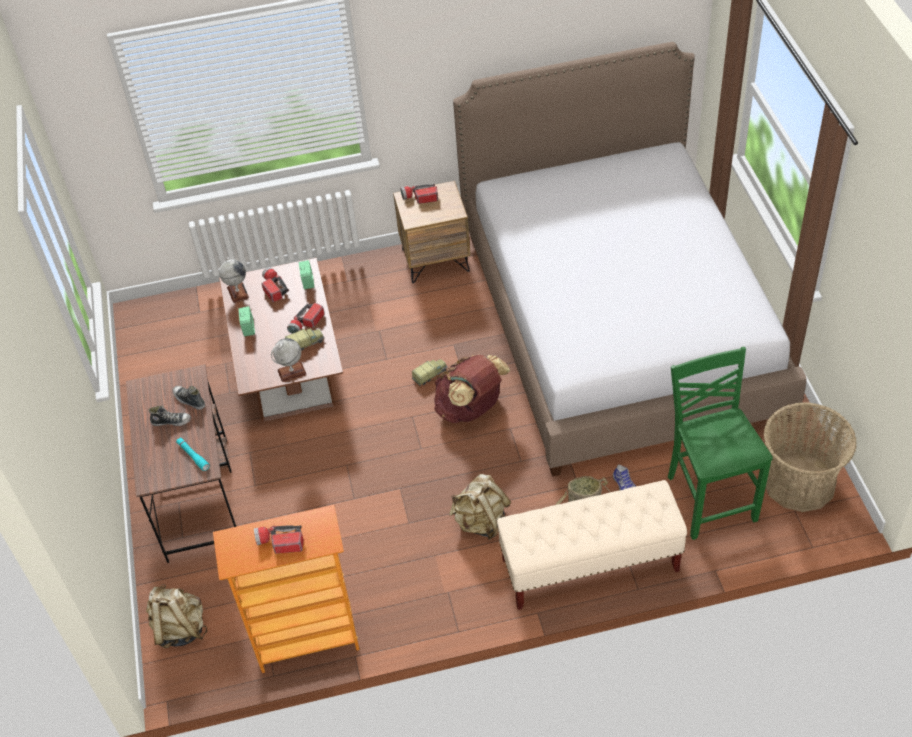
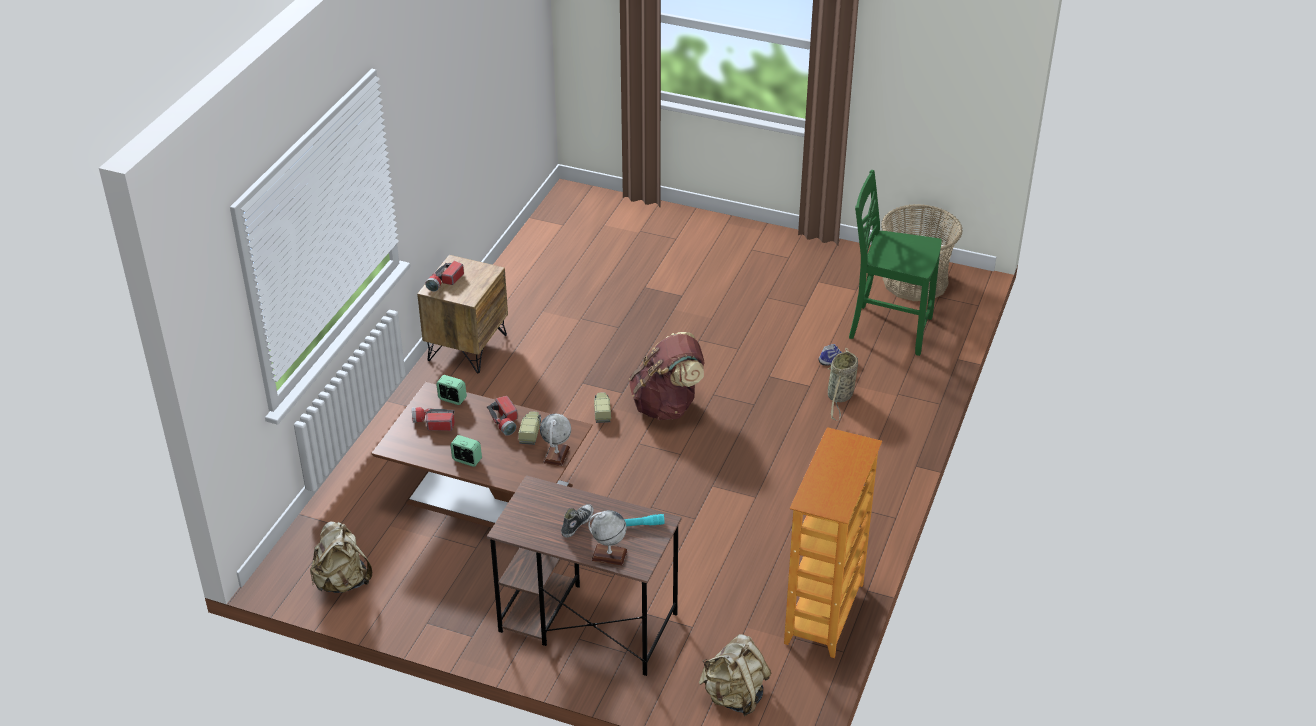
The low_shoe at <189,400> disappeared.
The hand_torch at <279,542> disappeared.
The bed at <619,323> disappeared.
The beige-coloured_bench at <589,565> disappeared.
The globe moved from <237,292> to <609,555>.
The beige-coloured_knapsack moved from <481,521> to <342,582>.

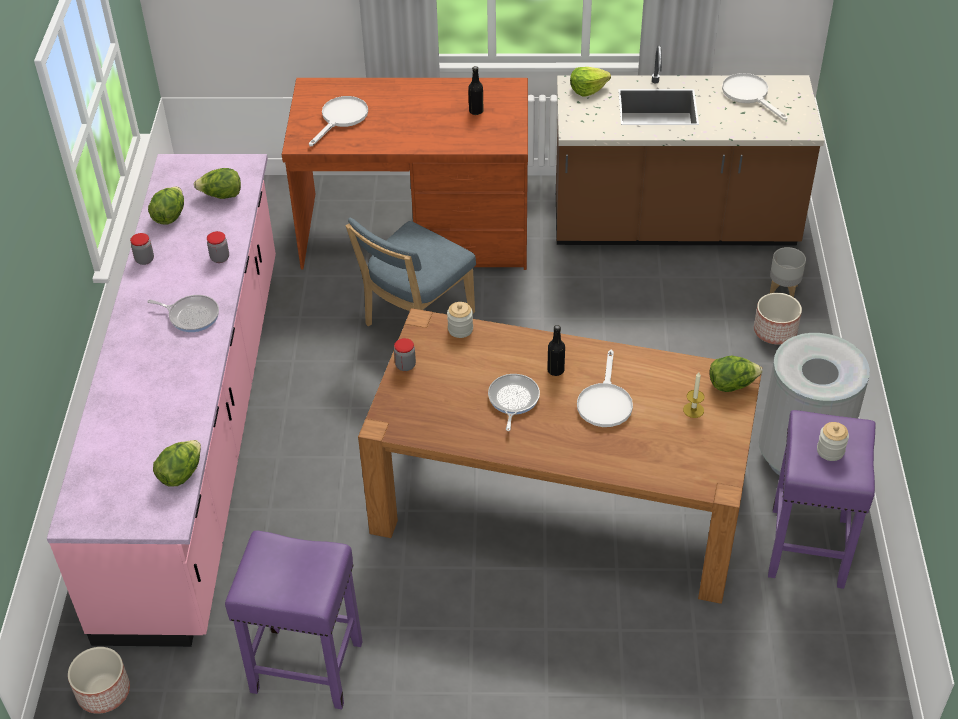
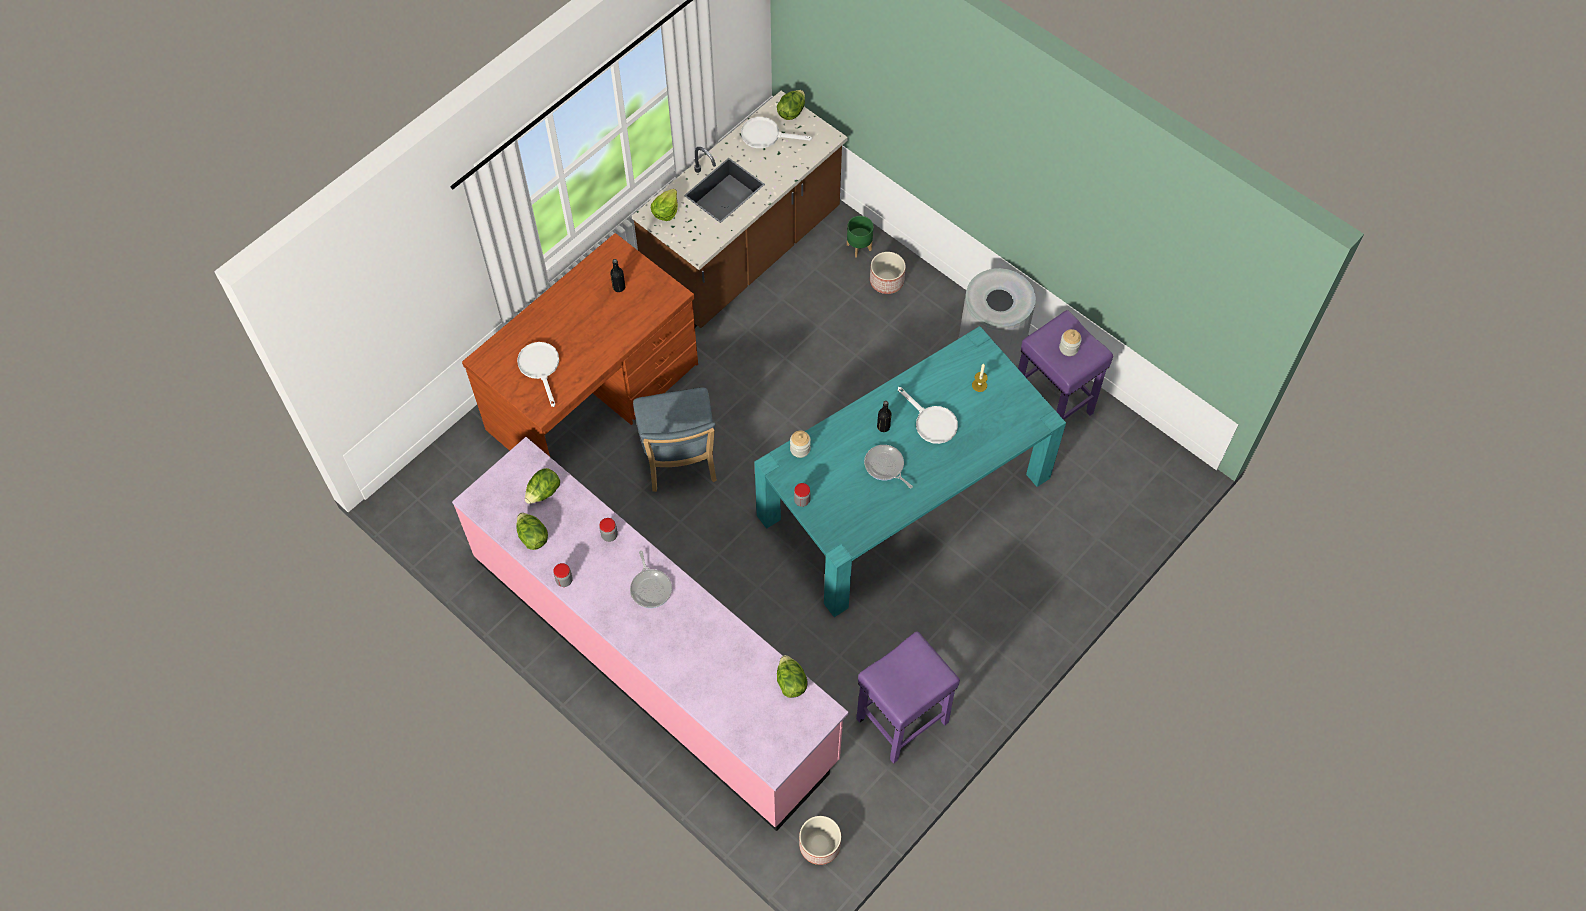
The lettuce moved from <732,385> to <791,112>.
The brownish_dining_table at <560,499> became the blue-green_dining_table at <904,497>.
The gray_flower_pot at <782,290> became the green_flower_pot at <858,247>.
The skillet at <191,315> turned 105 degrees clockwise.

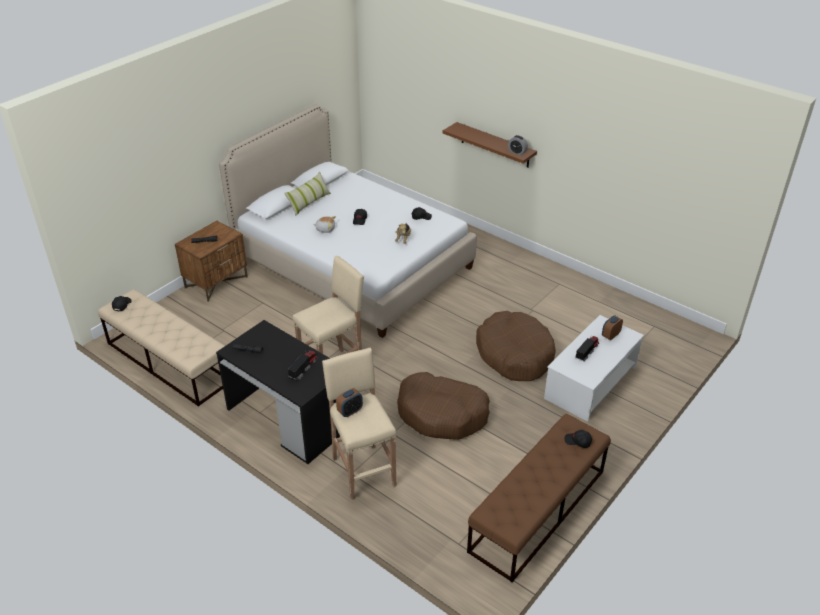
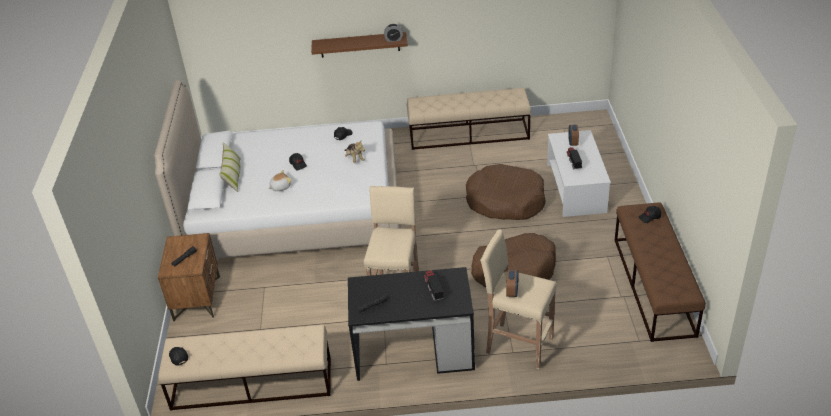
The beige-coloured_bench at <469,134> appeared.

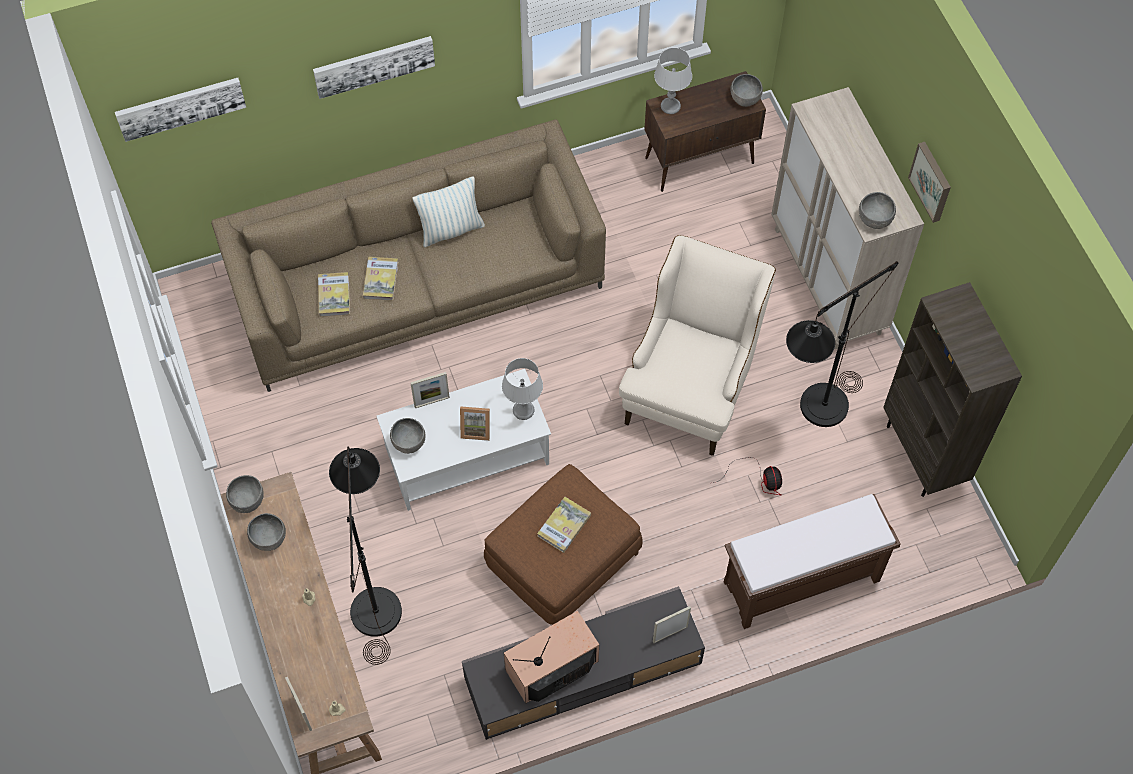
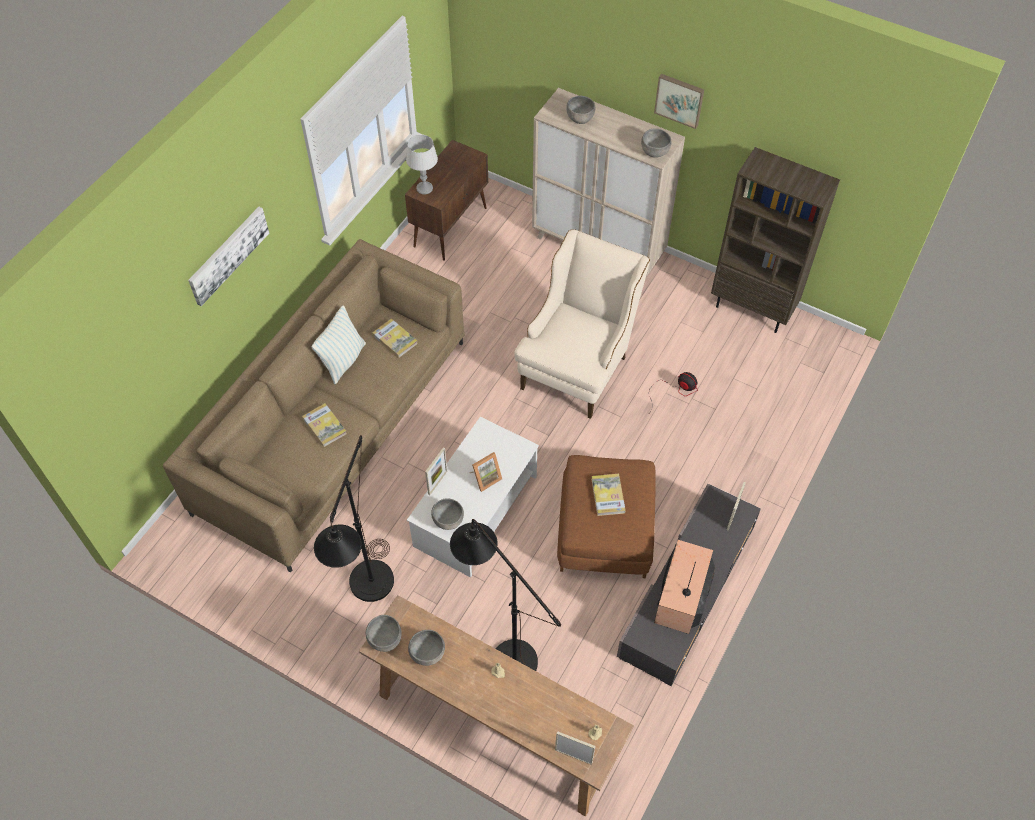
The wall_art at <180,107> disappeared.
The gray_tabletop_lamp at <523,410> disappeared.
The brownish_bench at <800,582> disappeared.
The book moved from <334,295> to <395,339>.
The gray_serving_bowl moved from <745,100> to <580,119>.
The black-coloured_floor_lamp moved from <814,414> to <369,593>.
The beige-coloured_lounge_chair at <691,386> turned 45 degrees clockwise.

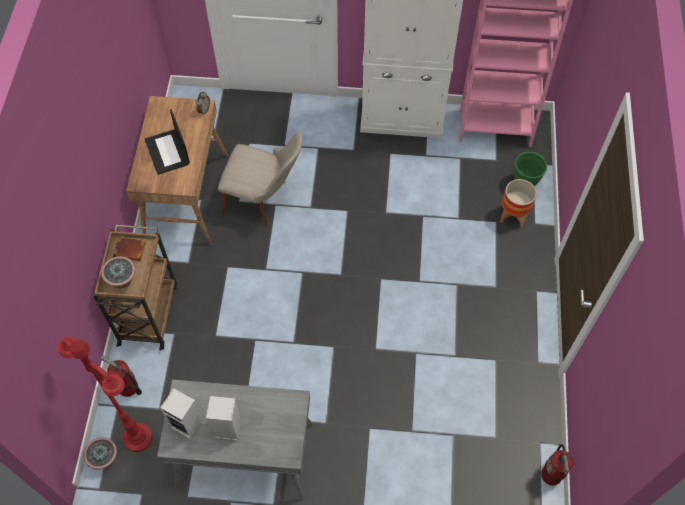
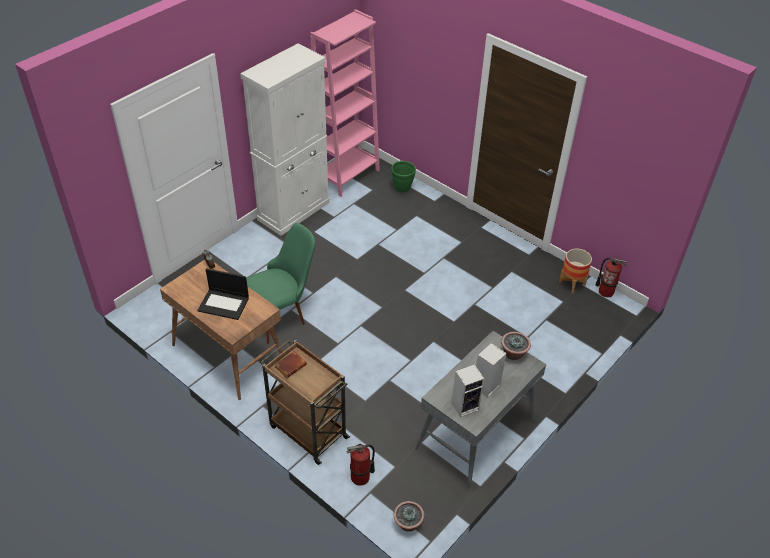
The reddish_floor_lamp at <137,437> disappeared.
The houseplant moved from <122,280> to <513,354>.
The flower_pot moved from <513,215> to <572,283>.
The beige-coloured_plain_chair at <265,201> became the green_plain_chair at <282,313>.

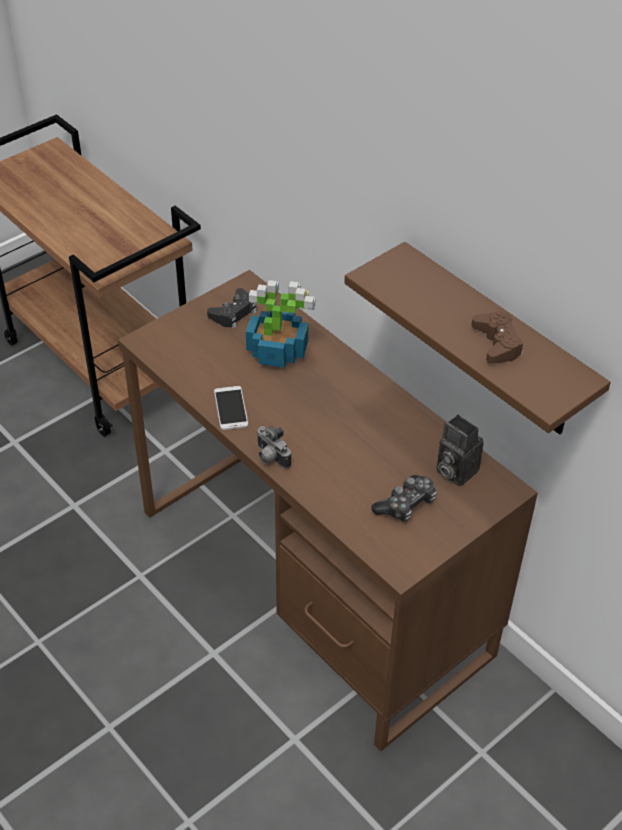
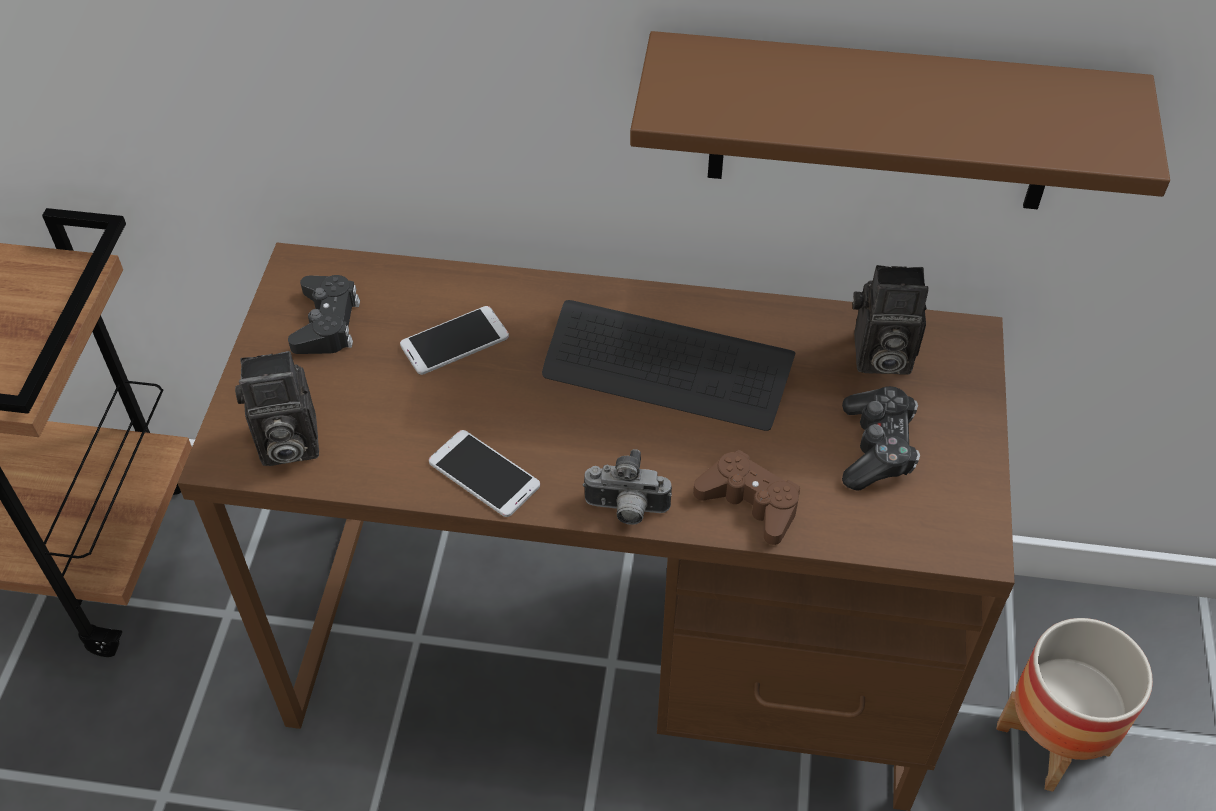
The photo_camera at <285,445> appeared.
The computer_keyboard at <666,368> appeared.
The flower_pot at <1053,739> appeared.
The brownish_gamepad moved from <497,343> to <750,503>.
The houseplant at <276,351> was replaced by the phone at <454,341>.

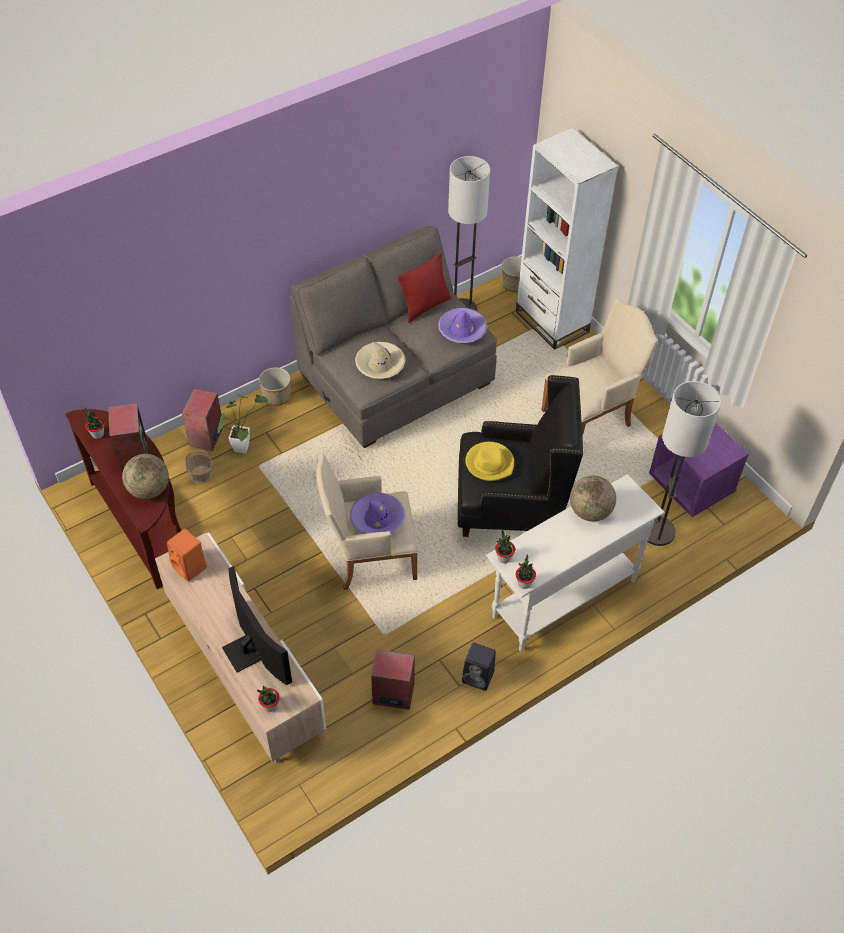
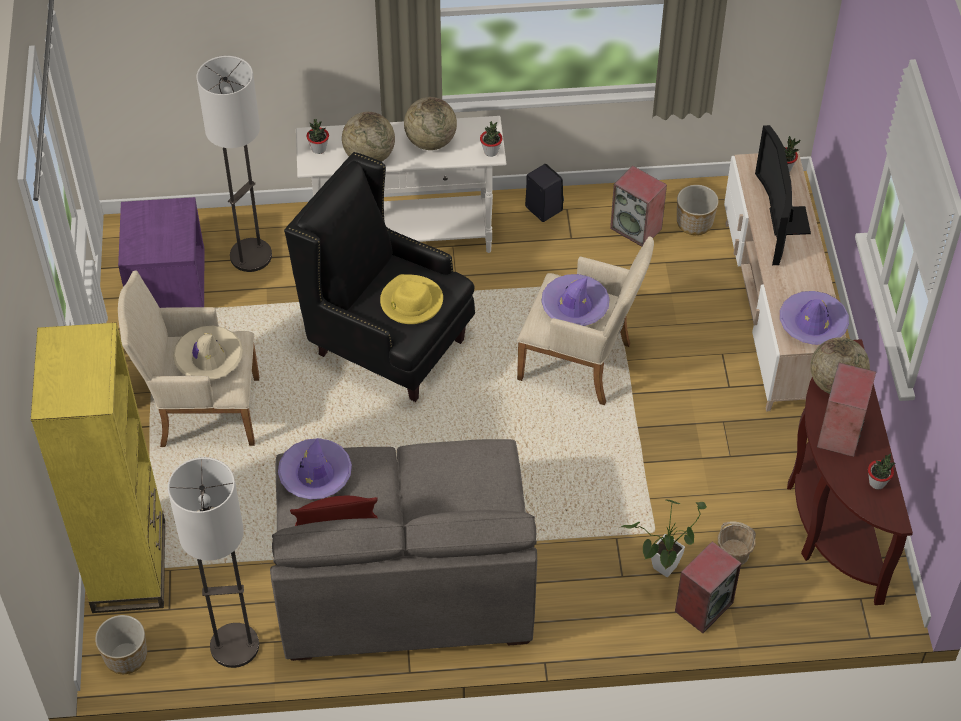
The globe at <430,142> appeared.
The flower_pot moved from <276,396> to <694,223>.
The beige-coloured_wearable_hat moved from <380,364> to <208,358>.
The houseplant moved from <524,583> to <319,149>.
The orange-coloured_loudspeaker at <190,567> was replaced by the purple-coloured_wearable_hat at <812,323>.
The white_shelving_unit at <552,322> became the yellowish_shelving_unit at <130,566>.

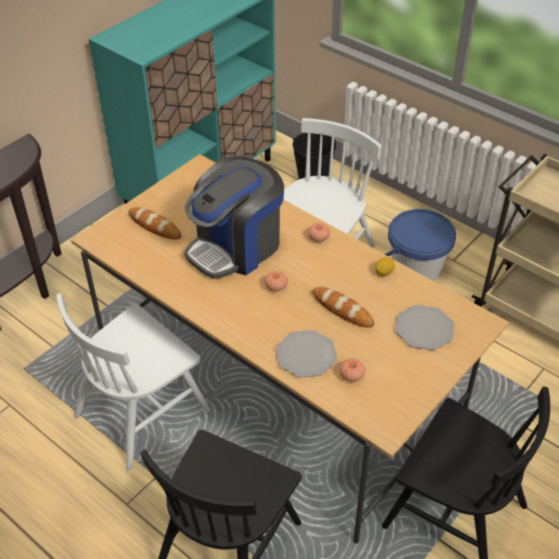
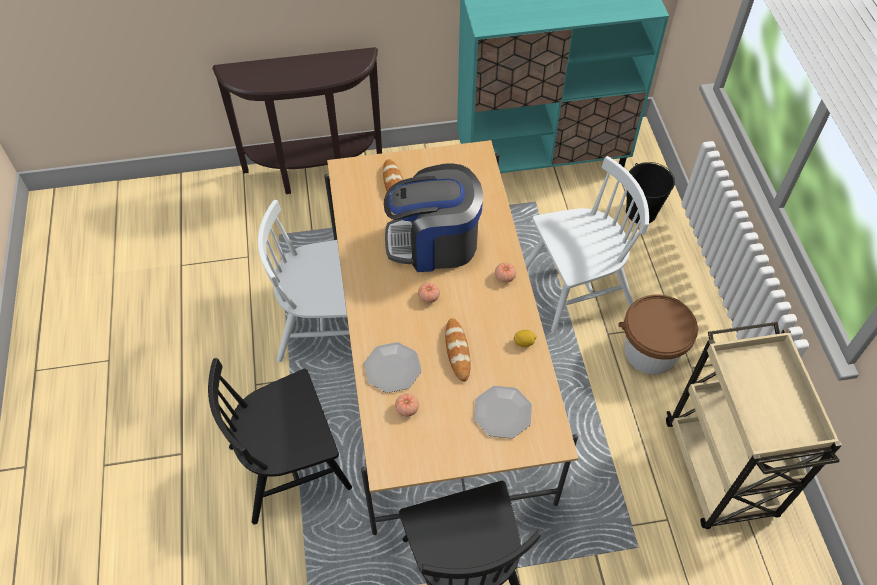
The blue-coloured_pail at <416,267> became the brownish_pail at <650,351>.

